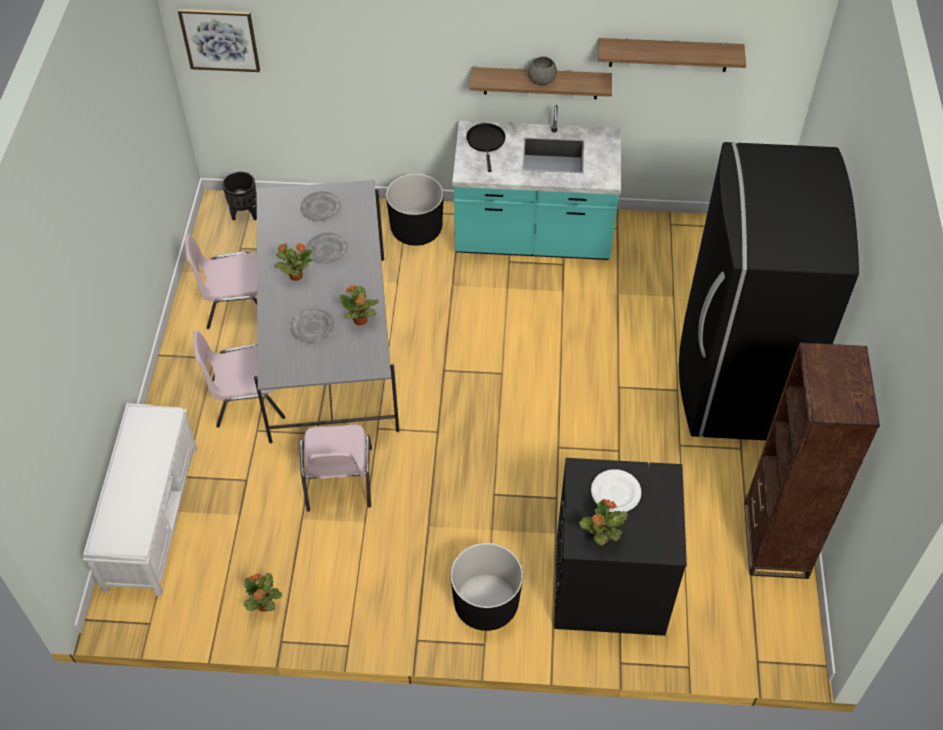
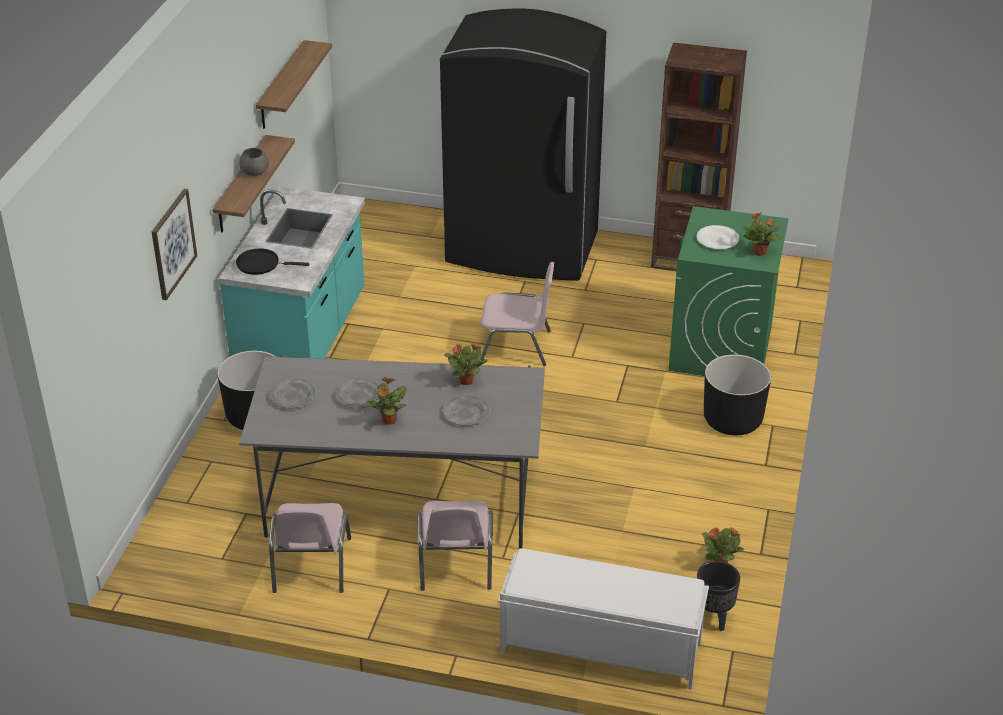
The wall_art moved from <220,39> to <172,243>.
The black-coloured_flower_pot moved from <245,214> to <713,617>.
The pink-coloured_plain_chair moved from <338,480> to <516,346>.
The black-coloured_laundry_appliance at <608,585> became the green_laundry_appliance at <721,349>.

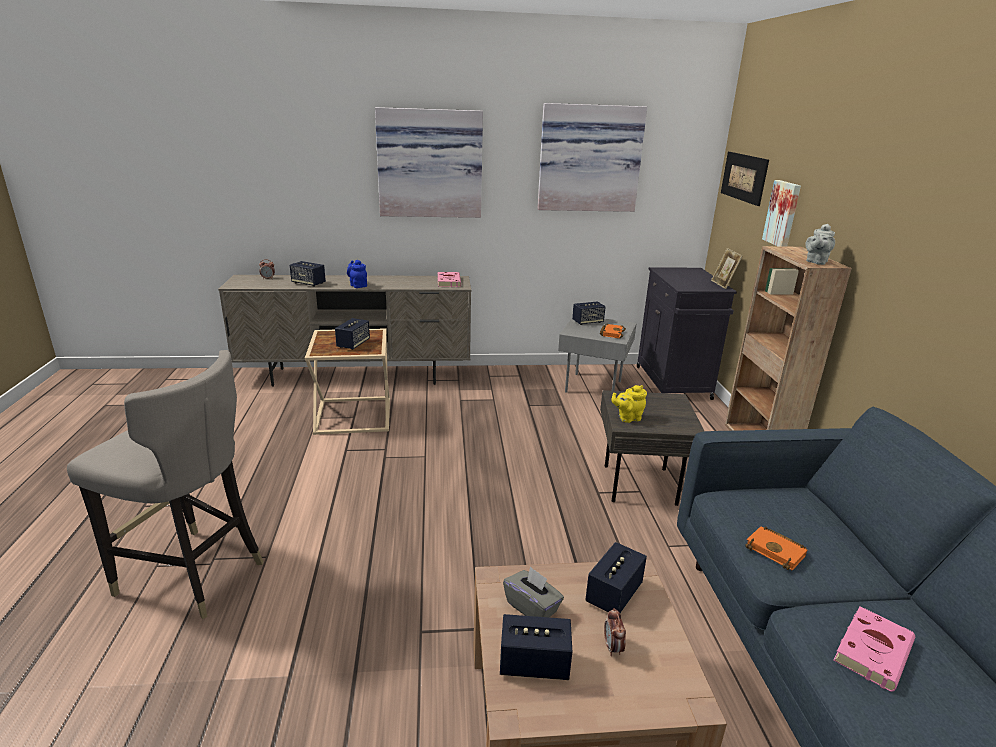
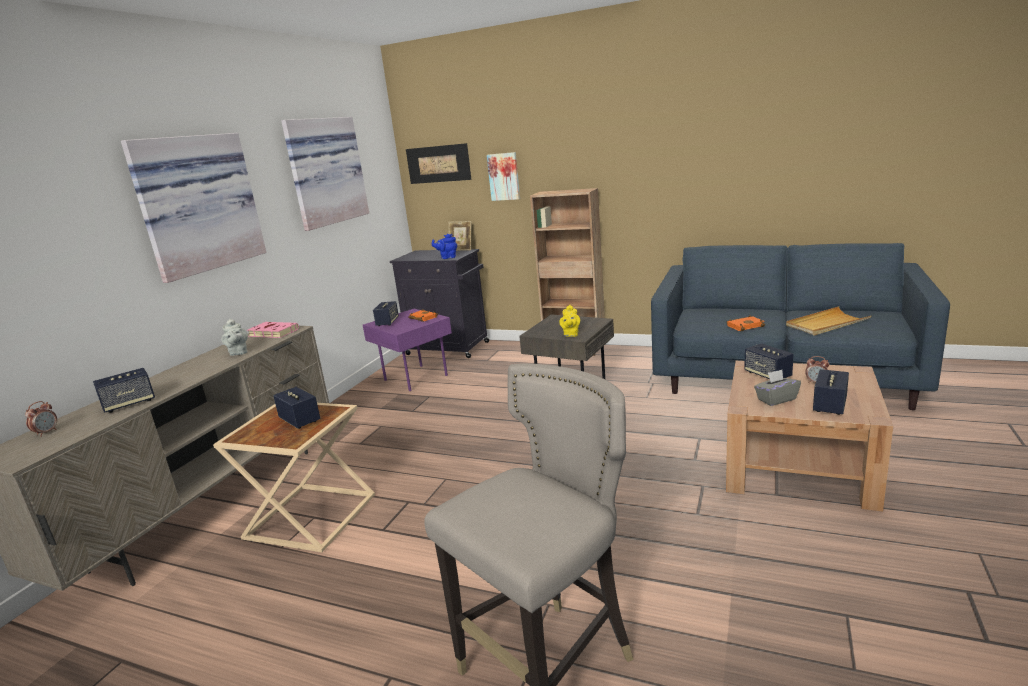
The blue-coloured_pot_for_tea moved from <358,285> to <447,257>.
The gray_pot_for_tea moved from <816,262> to <238,353>.
The pink-coloured_book at <873,650> was replaced by the beige-coloured_serving_tray at <826,324>.
The gray_accent_table at <592,385> became the purple-coloured_accent_table at <413,378>.

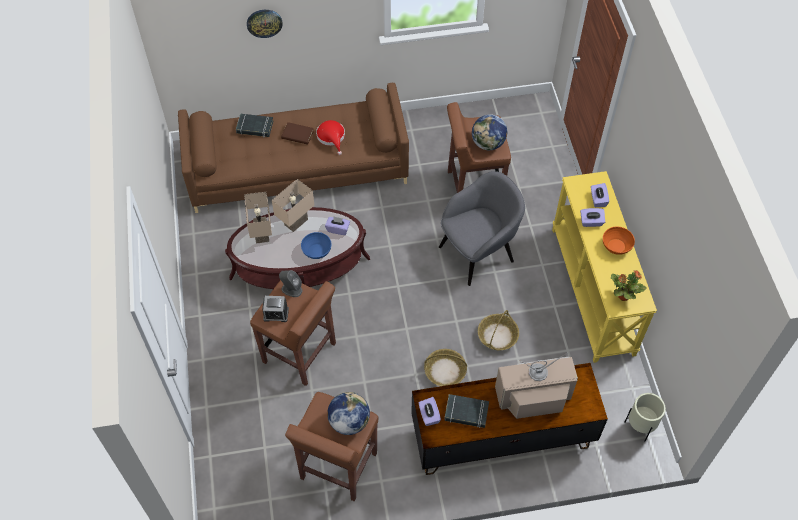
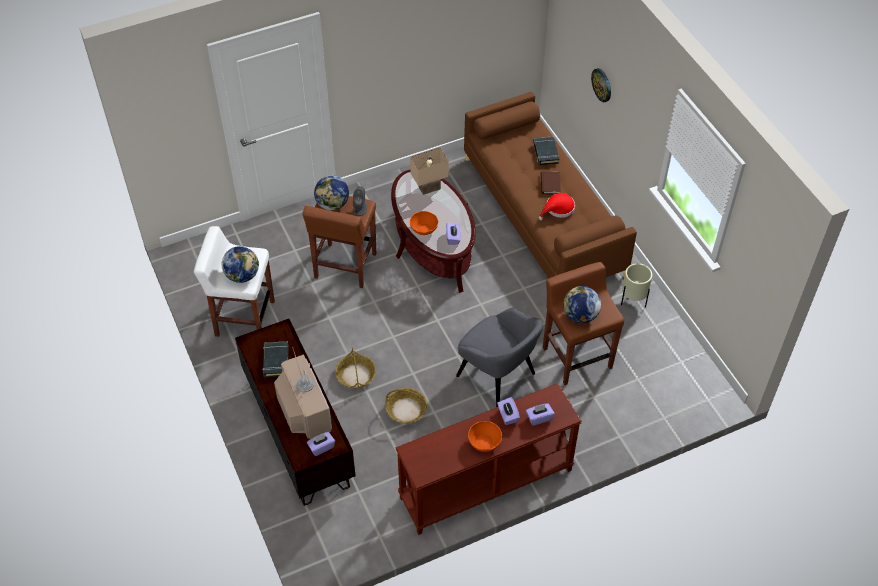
The beige-coloured_tabletop_lamp at <296,223> disappeared.
The houseplant at <623,296> disappeared.
The purple-coloured_box_of_tissues moved from <429,415> to <321,447>.
The beige-coloured_flower_pot moved from <640,427> to <633,301>.
The bedside_clock at <276,314> was replaced by the globe at <333,204>.
The brownish_stool at <338,467> became the white_stool at <244,318>.
The blue-coloured_serving_bowl at <316,251> became the orange-coloured_serving_bowl at <424,229>.
The yellowish_console_table at <593,290> became the brownish_console_table at <486,485>.

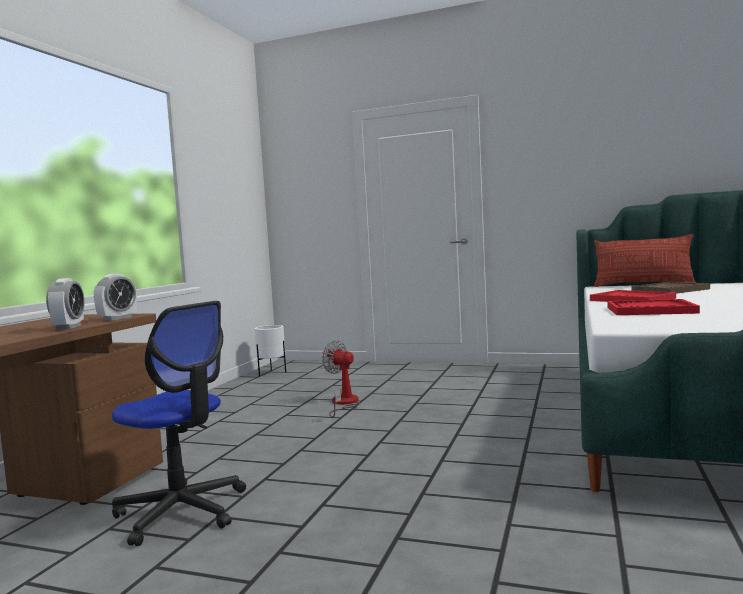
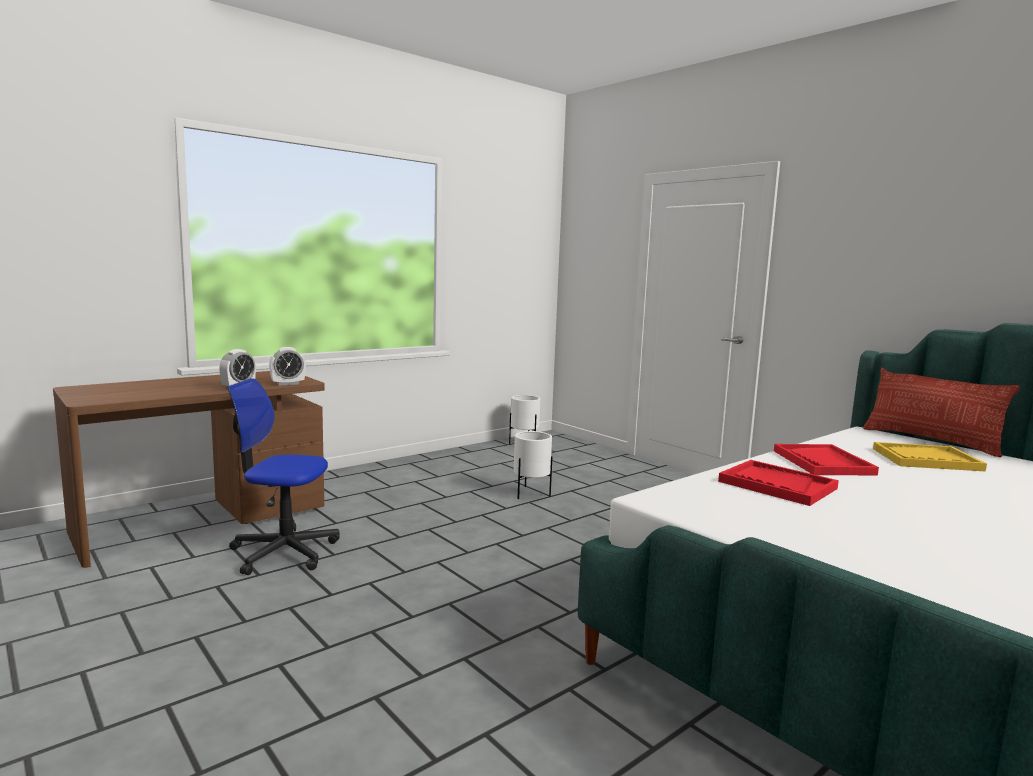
The electric_fan at <343,403> was replaced by the white_flower_pot at <530,494>.
The brownish_serving_tray at <670,290> became the yellowish_serving_tray at <926,459>.
The office_chair at <182,512> turned 120 degrees clockwise.

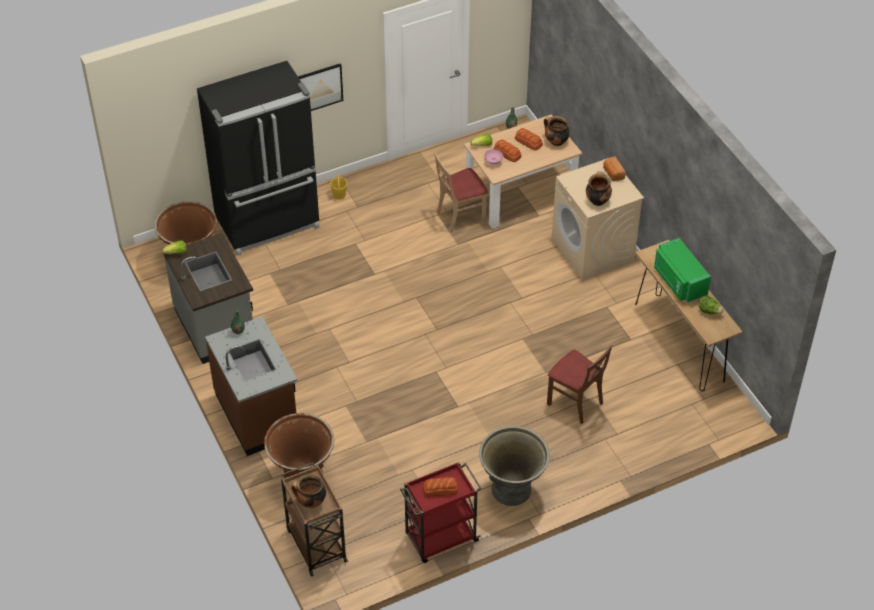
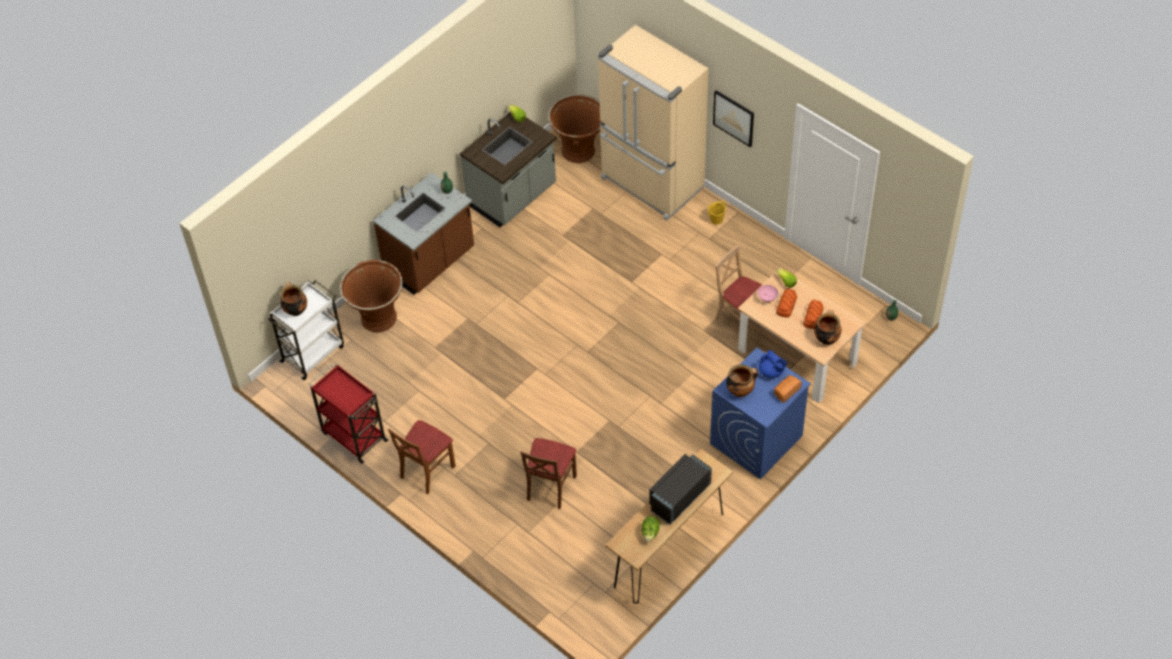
The baked_bread at <440,489> disappeared.
The blue-coloured_pot_for_tea at <771,371> appeared.
The gray_flower_pot at <512,490> was replaced by the brownish_plain_chair at <426,471>.
The black-coloured_refrigerator at <269,224> became the beige-coloured_refrigerator at <651,184>.
The brownish_wheeled_cart at <316,544> became the white_wheeled_cart at <313,353>.
The beige-coloured_laundry_appliance at <593,250> became the blue-coloured_laundry_appliance at <756,440>.
The green_microwave_oven at <678,281> became the black-coloured_microwave_oven at <678,496>.

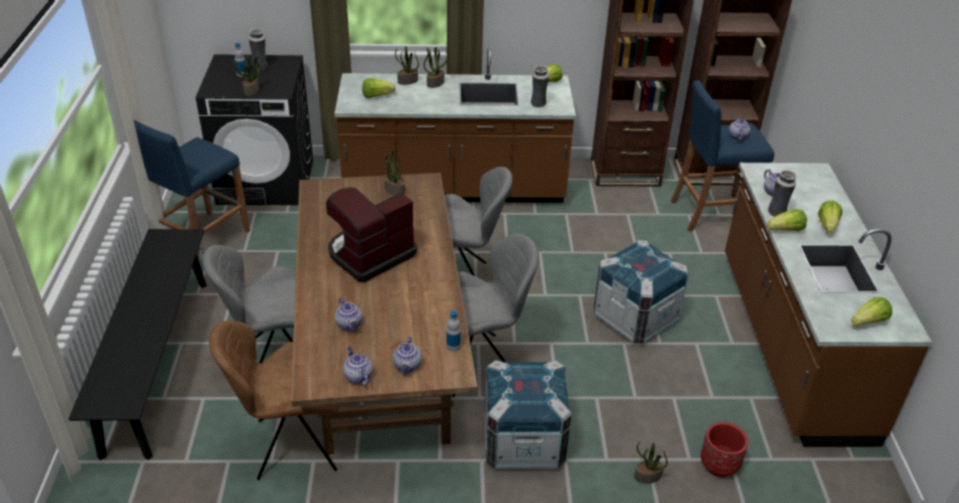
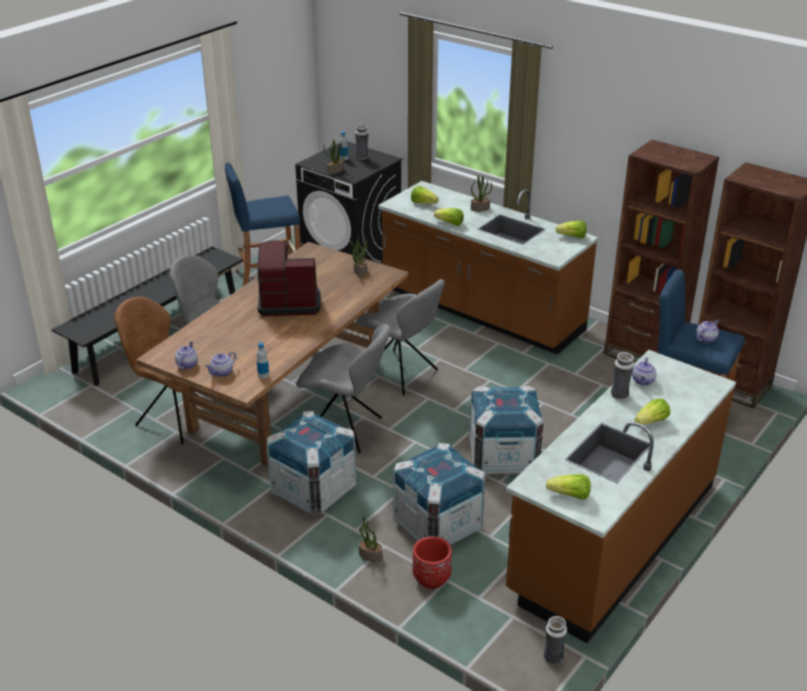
The pot_for_tea at <349,325> disappeared.
The houseplant at <407,81> disappeared.
The packing_crate at <438,525> appeared.
The vase moved from <538,104> to <553,658>.
The lettuce moved from <786,230> to <450,223>.

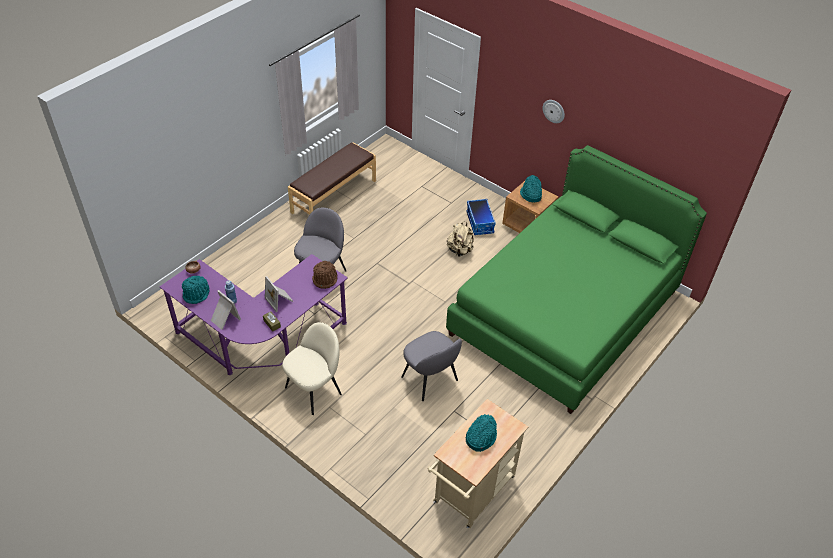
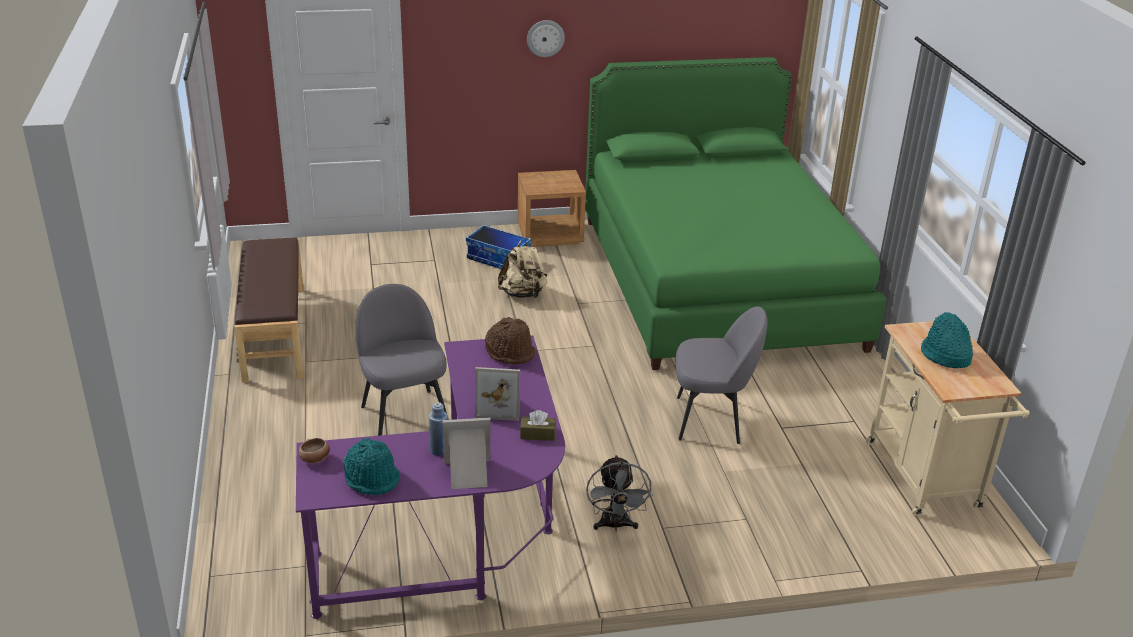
The blue-green_wearable_hat at <530,195> disappeared.
The beige-coloured_plain_chair at <314,390> was replaced by the gray_electric_fan at <615,525>.

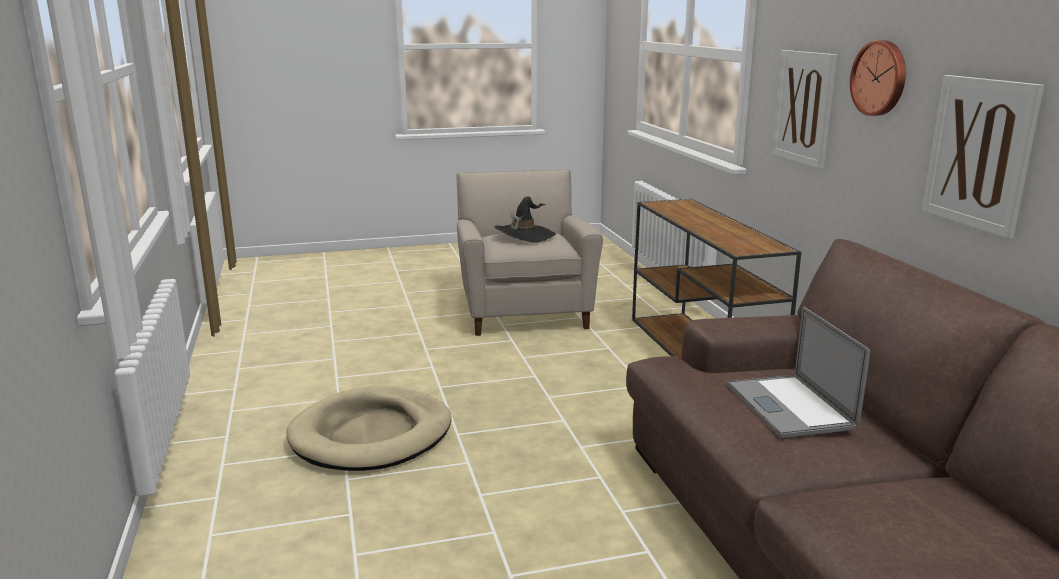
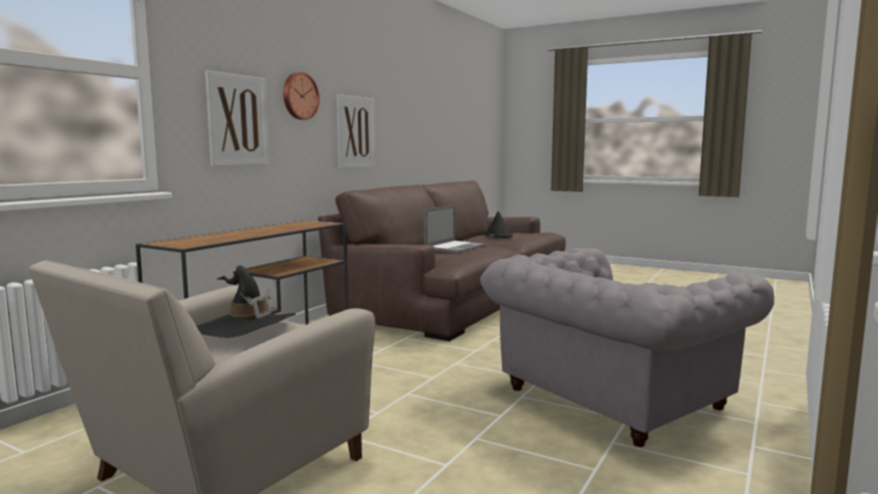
The black-coloured_wearable_hat at <498,235> appeared.
The beige-coloured_dog_cushion at <372,435> was replaced by the gray_lounge_chair at <607,400>.

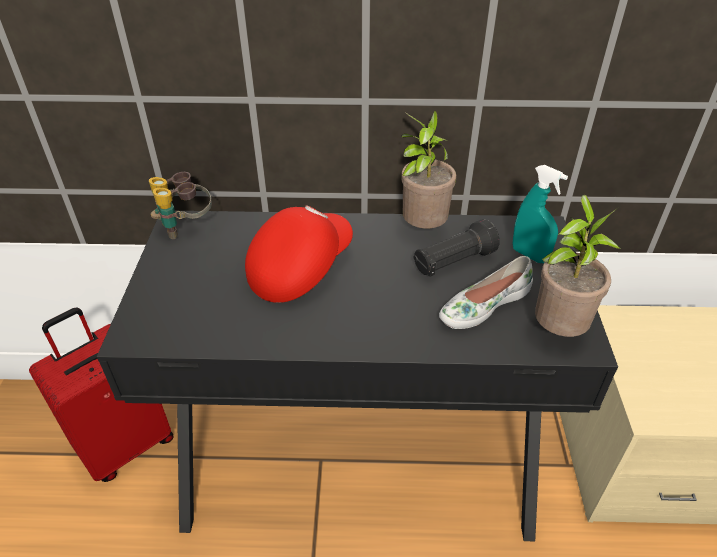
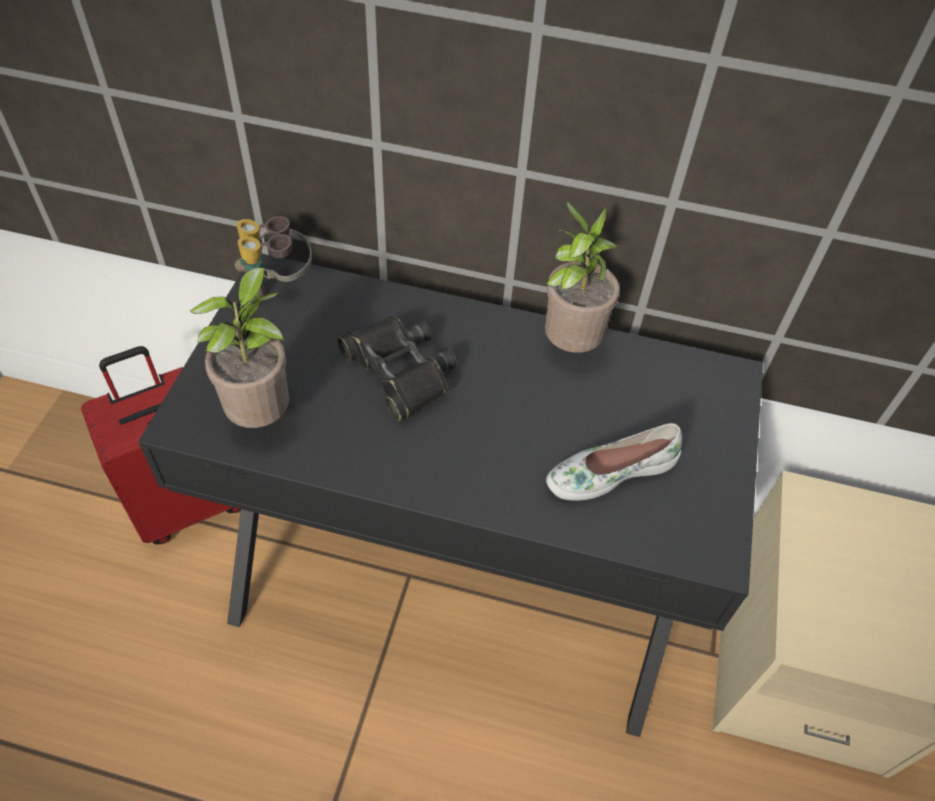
The black-coloured_hand_torch at <453,262> disappeared.
The blue-green_spray_bottle at <529,255> disappeared.
The houseplant moved from <557,330> to <263,415>.
The reddish_cap at <299,268> was replaced by the black-coloured_binoculars at <399,371>.

